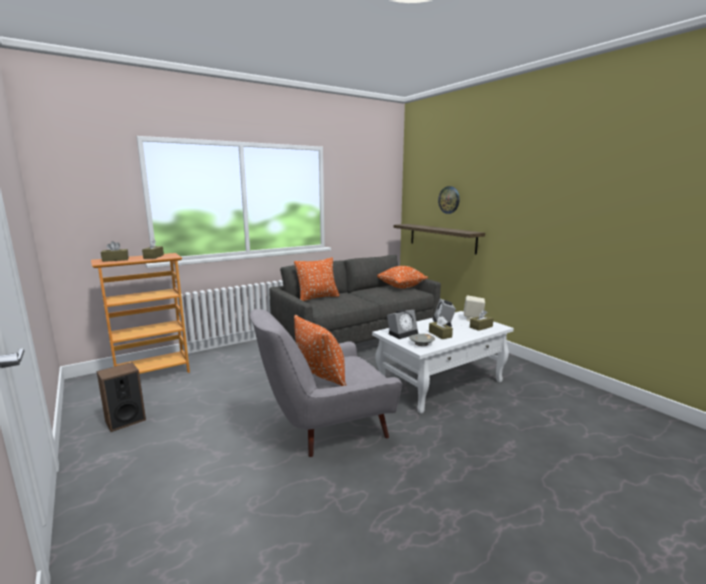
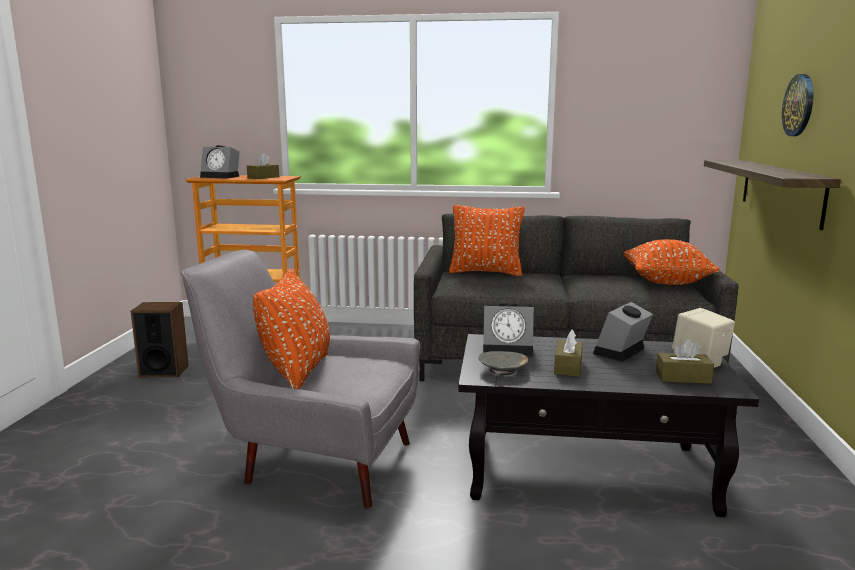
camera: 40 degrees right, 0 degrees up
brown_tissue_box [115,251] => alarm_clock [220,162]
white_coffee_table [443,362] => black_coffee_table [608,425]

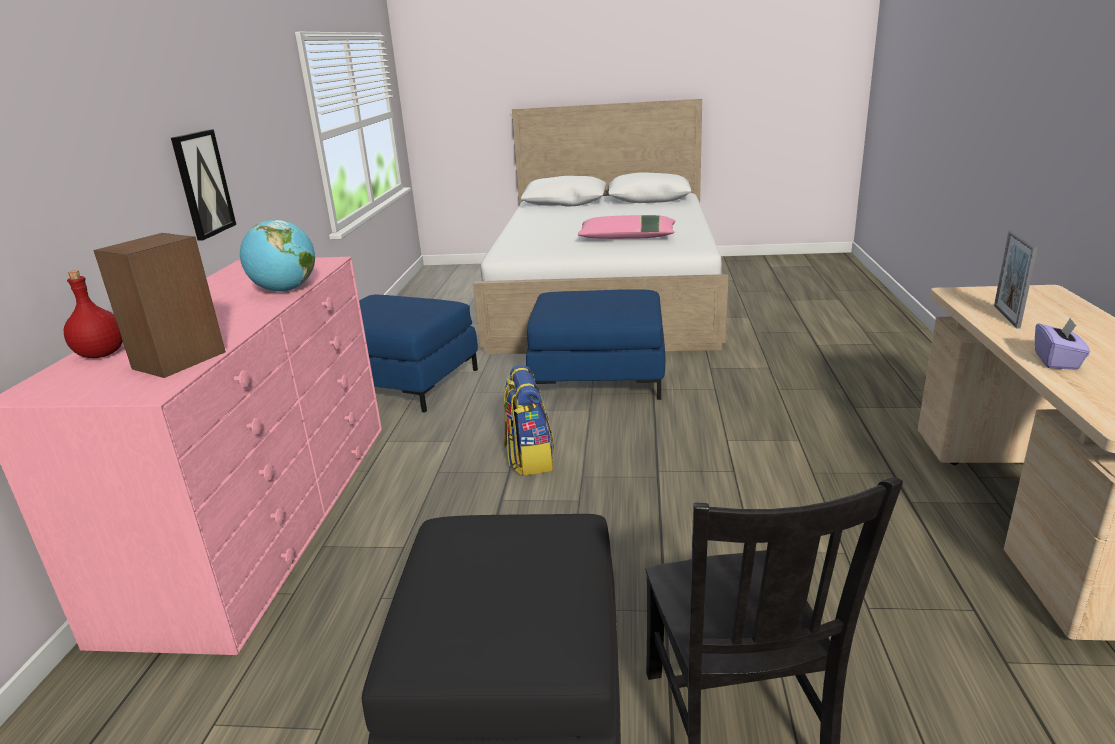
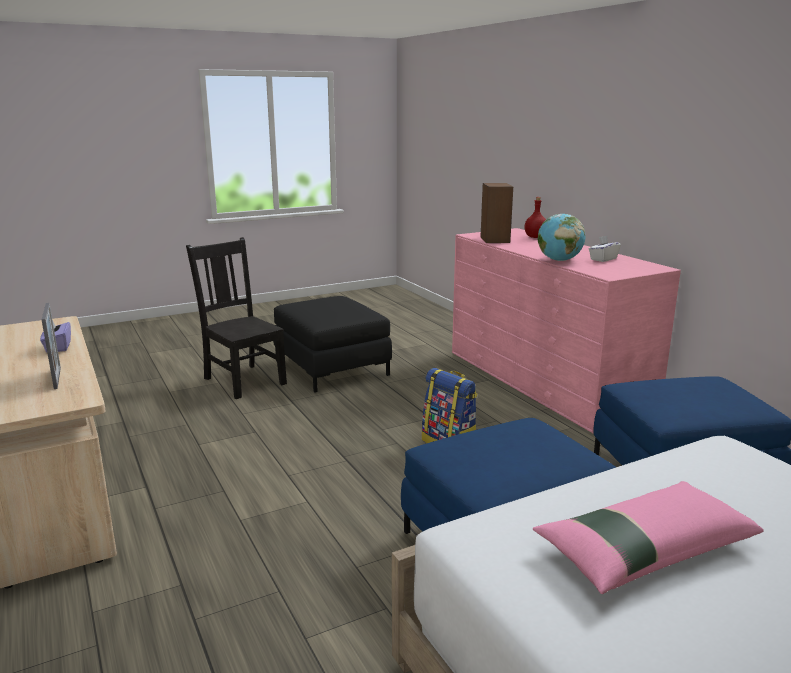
camera: 145 degrees right, 5 degrees down
picture [203,185] => nothing
nothing => white_tissue_box [605,249]

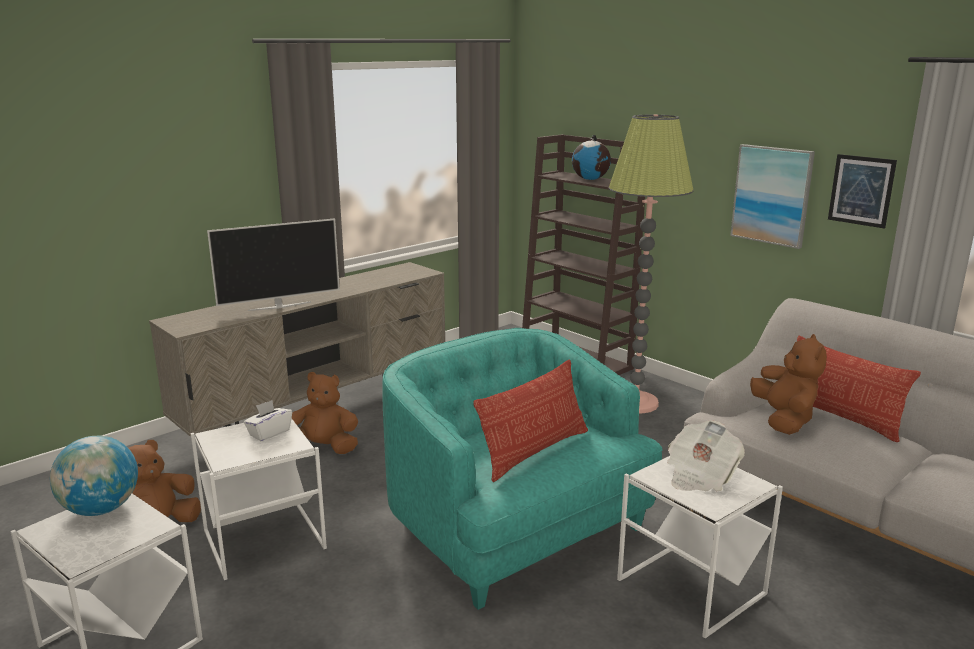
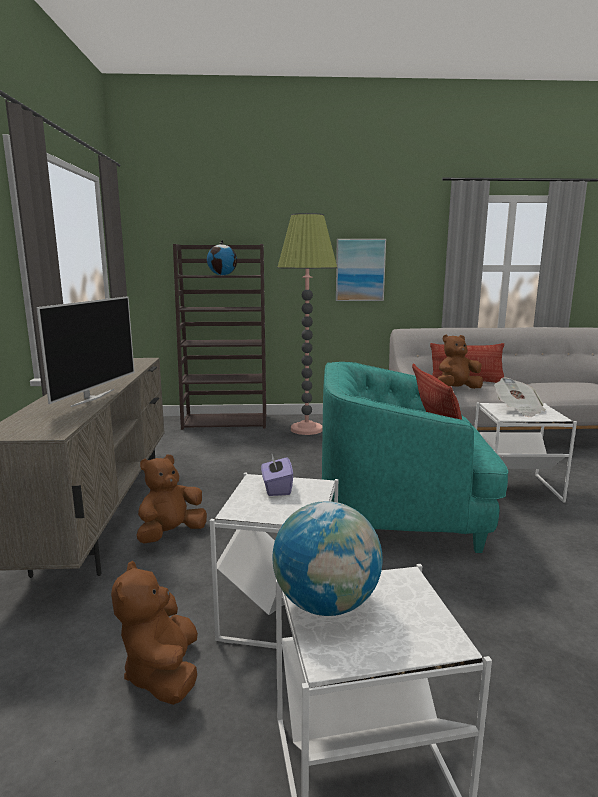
camera: 50 degrees left, 5 degrees down
picture [862,191] => nothing
white_tissue_box [268,420] => purple_tissue_box [277,475]
brown_plush_toy [788,384] => brown_plush_toy [460,362], 60 degrees counterclockwise

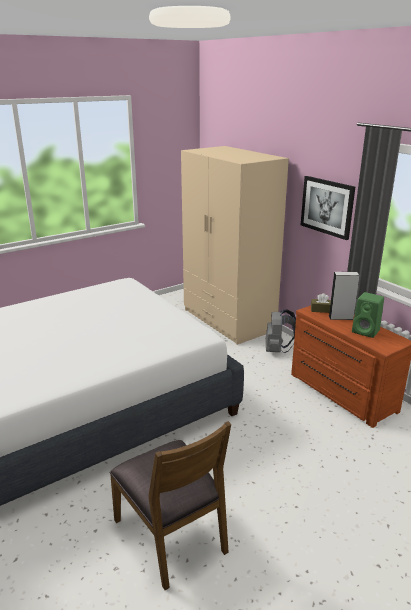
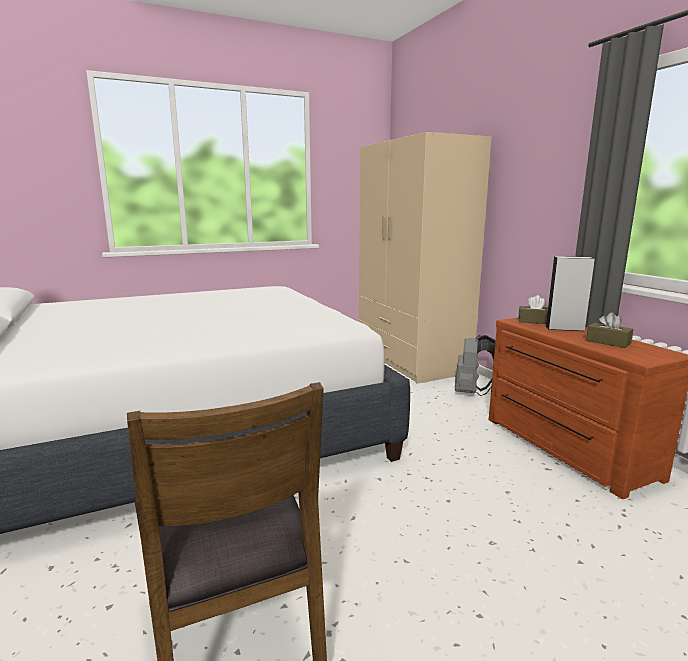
camera: 10 degrees right, 10 degrees down
picture [328,208] => nothing
green_speaker [368,315] => brown_tissue_box [610,330]

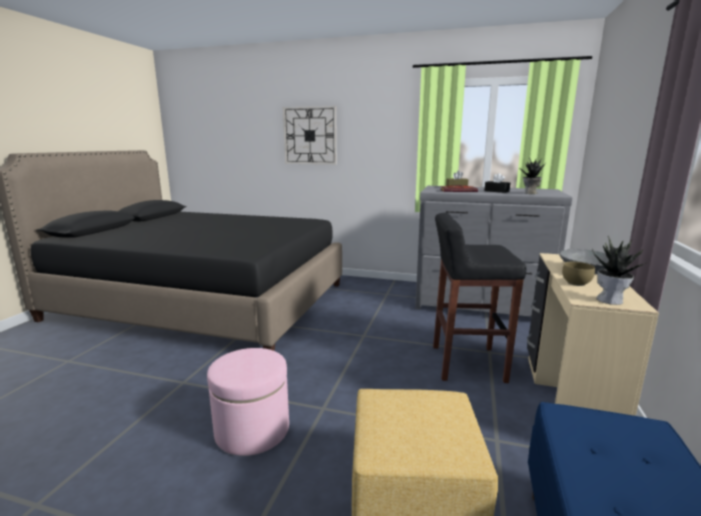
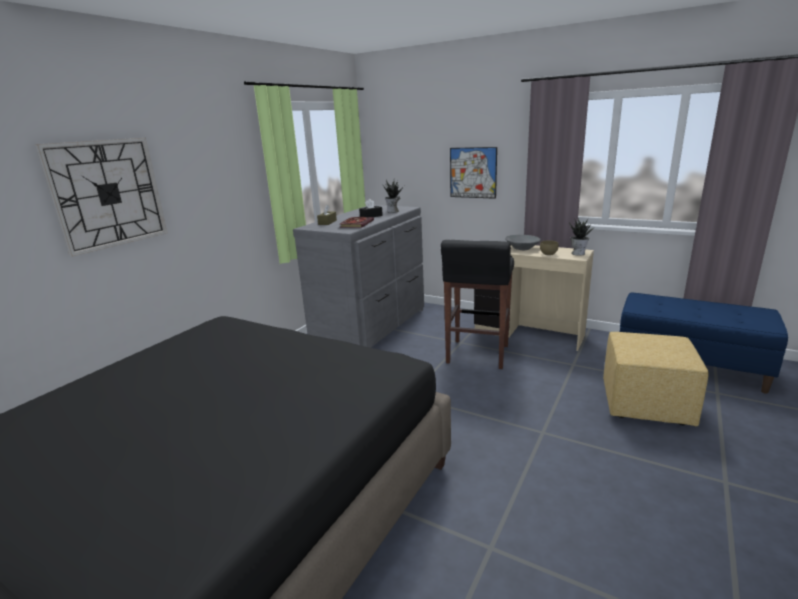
camera: 75 degrees left, 5 degrees up
pink_ottoman [248,402] => nothing
nothing => picture [473,173]

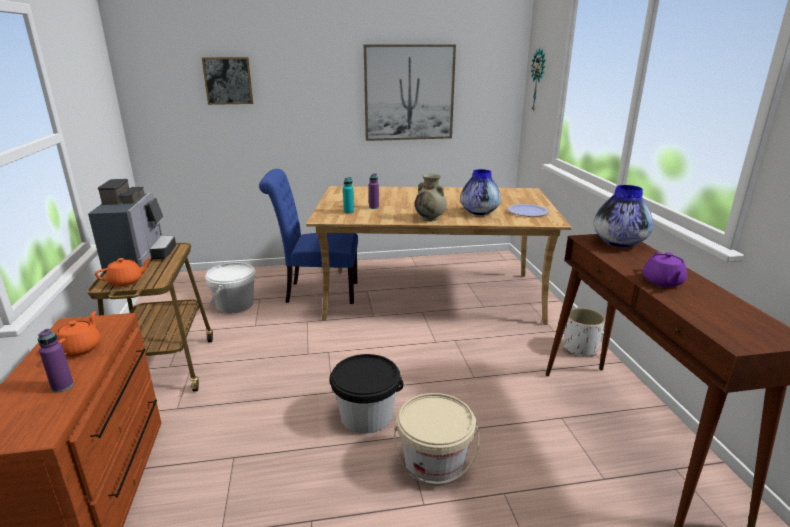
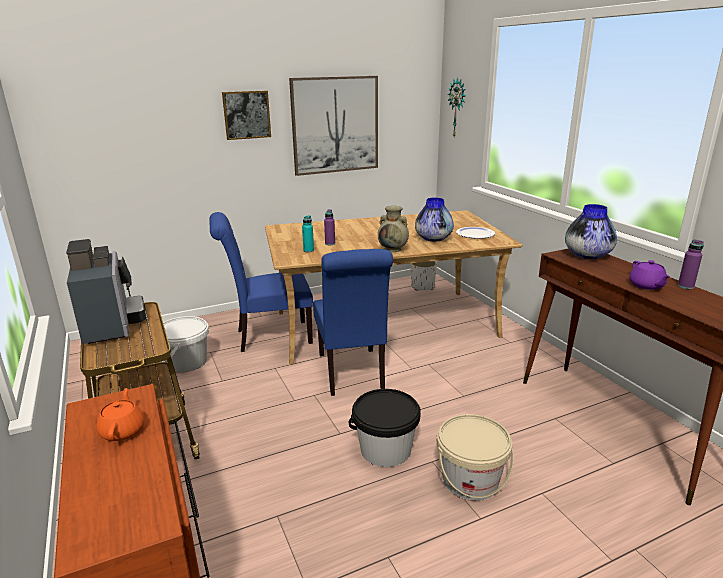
camera: 15 degrees left, 0 degrees up
orange_teapot [123,272] => nothing
nothing => blue_chair [353,322]
purple_bottle [56,360] => purple_bottle [691,264], shifted
picture [227,81] => picture [246,115], shifted
white_planter [584,332] => white_planter [424,276], shifted

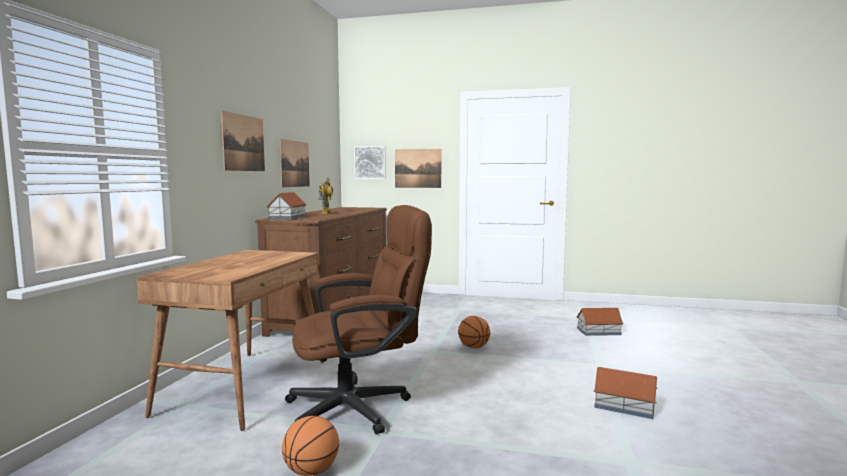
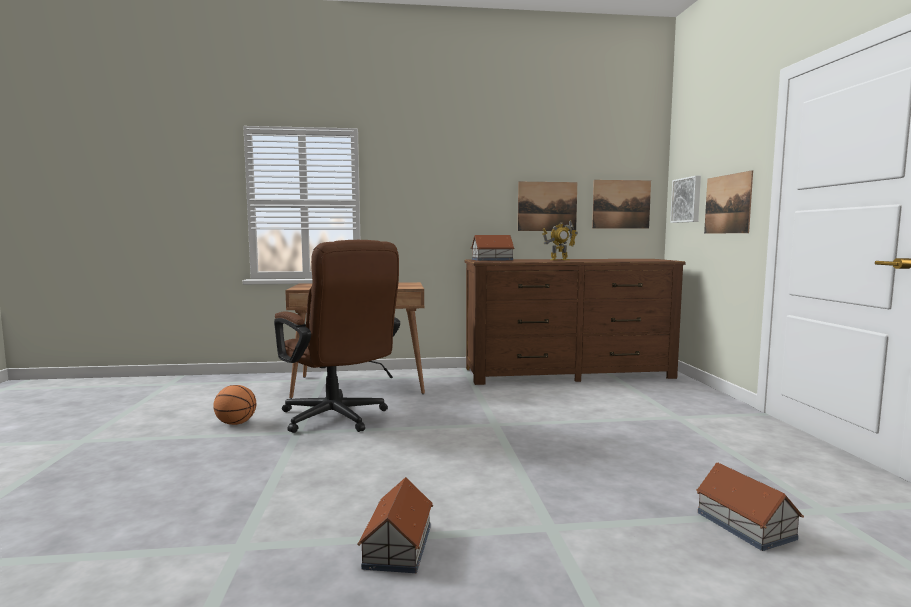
camera: 70 degrees right, 0 degrees up
basketball [474,332] => nothing
picture [243,141] => picture [621,204], shifted

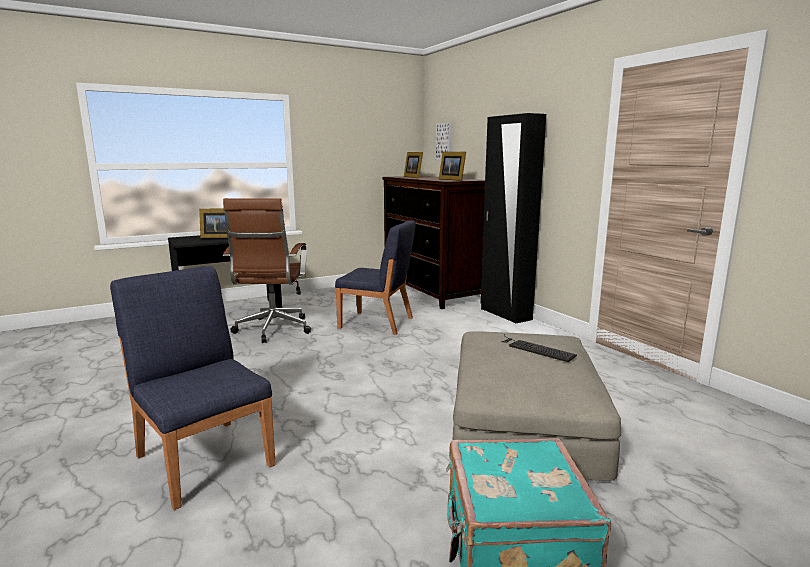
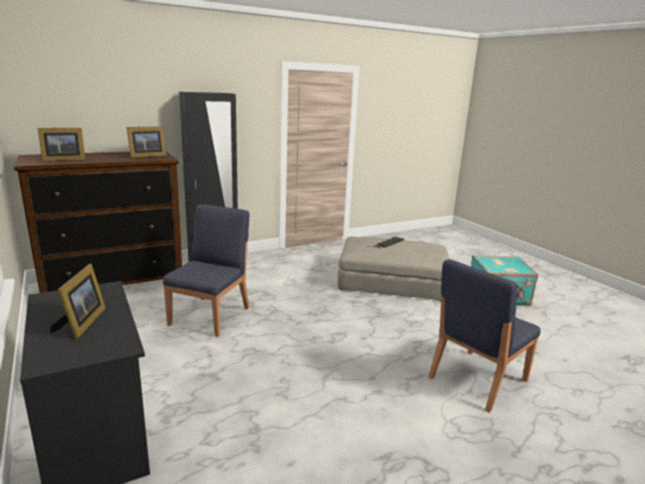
camera: 90 degrees left, 5 degrees up
brown_office_chair [267,270] => nothing
picture [444,141] => nothing

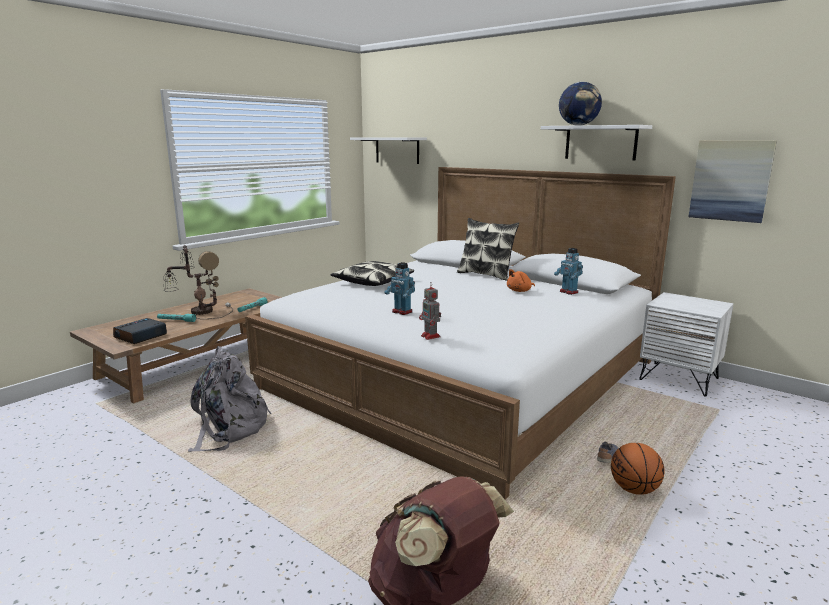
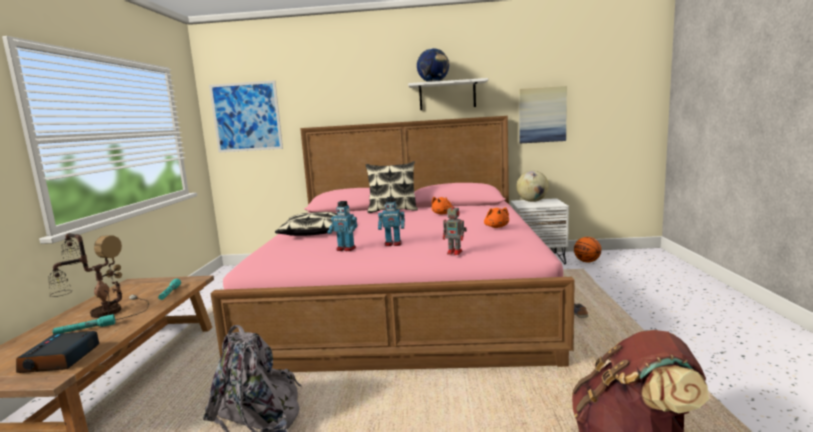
camera: 35 degrees left, 5 degrees down
nothing => orange_plush_toy [496,217]
nothing => globe [532,186]
toy_robot [568,271] => toy_robot [342,226], shifted
basketball [638,469] => basketball [587,250], shifted
white_shelf [388,150] => picture [246,116]
white_bed [460,333] => pink_bed [392,244]

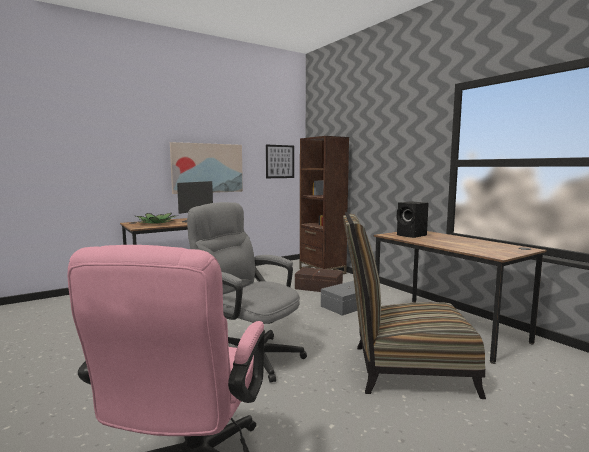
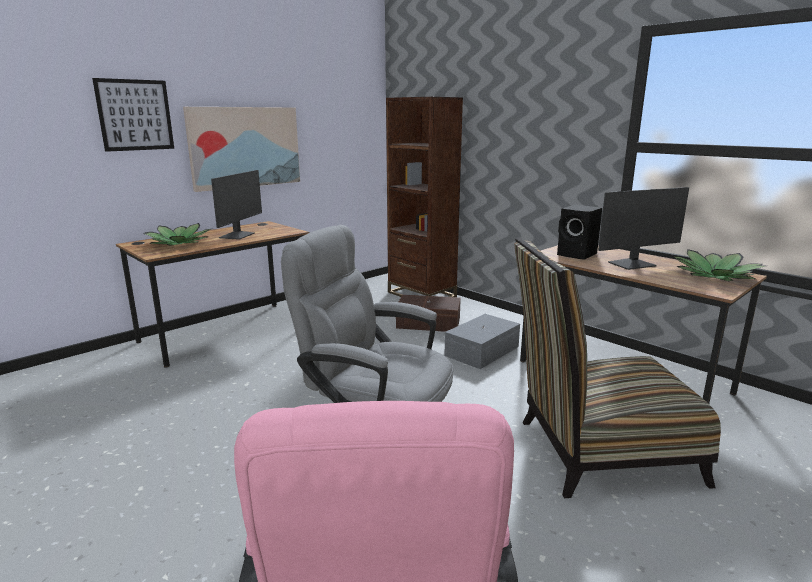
camera: 10 degrees left, 10 degrees up
nothing => monitor [643,228]
nothing => potted_plant [719,265]
picture [280,161] => picture [133,115], shifted

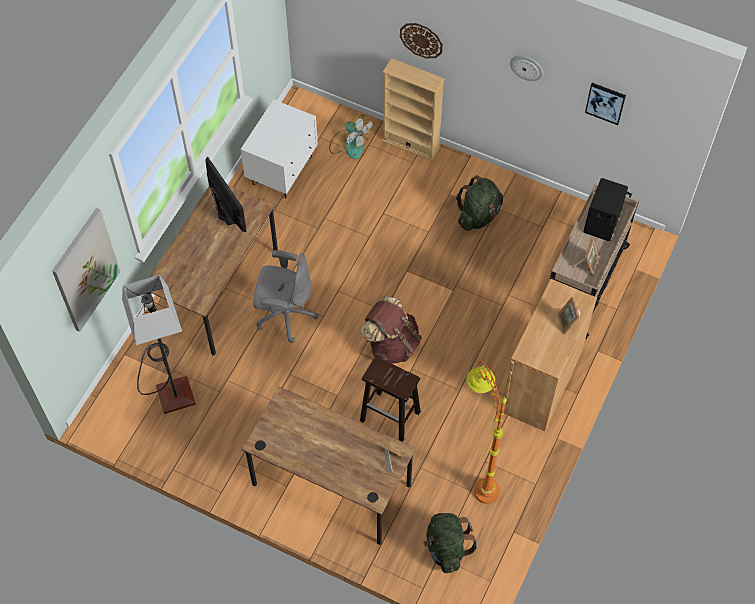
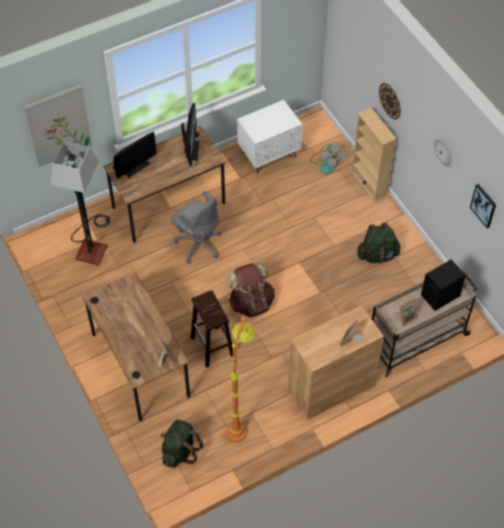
camera: 35 degrees right, 5 degrees down
nothing => monitor [135,155]

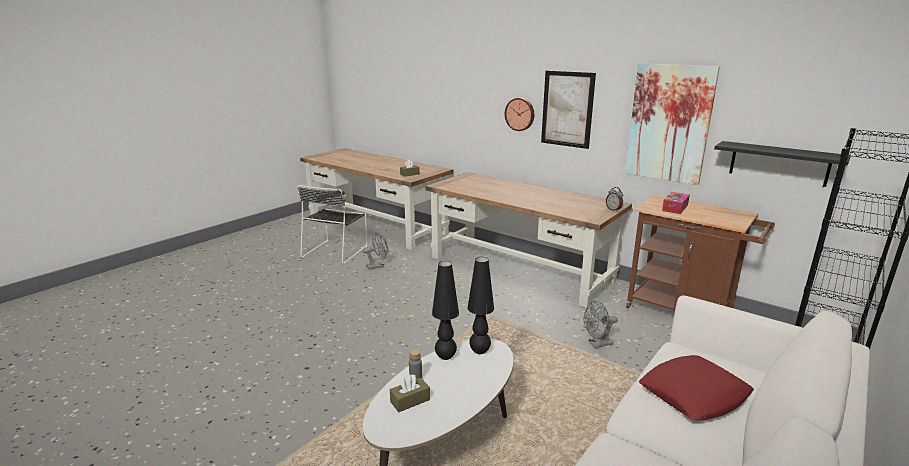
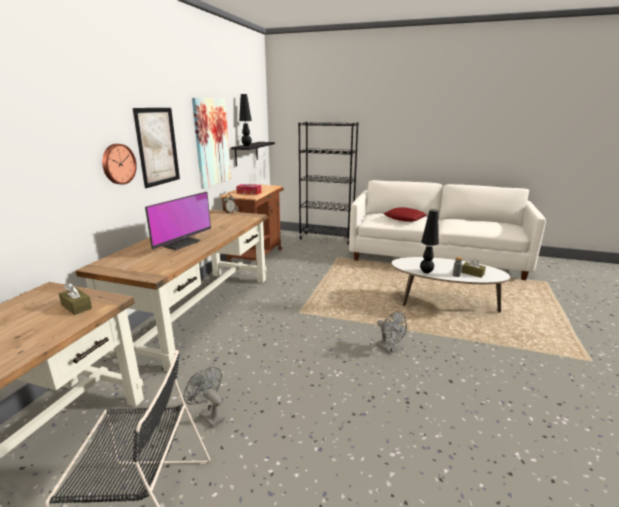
camera: 110 degrees left, 0 degrees up
nothing => monitor [178,221]
black_table_lamp [481,305] => black_table_lamp [245,120], shifted
grey_fan [601,324] => grey_fan [391,333], shifted

